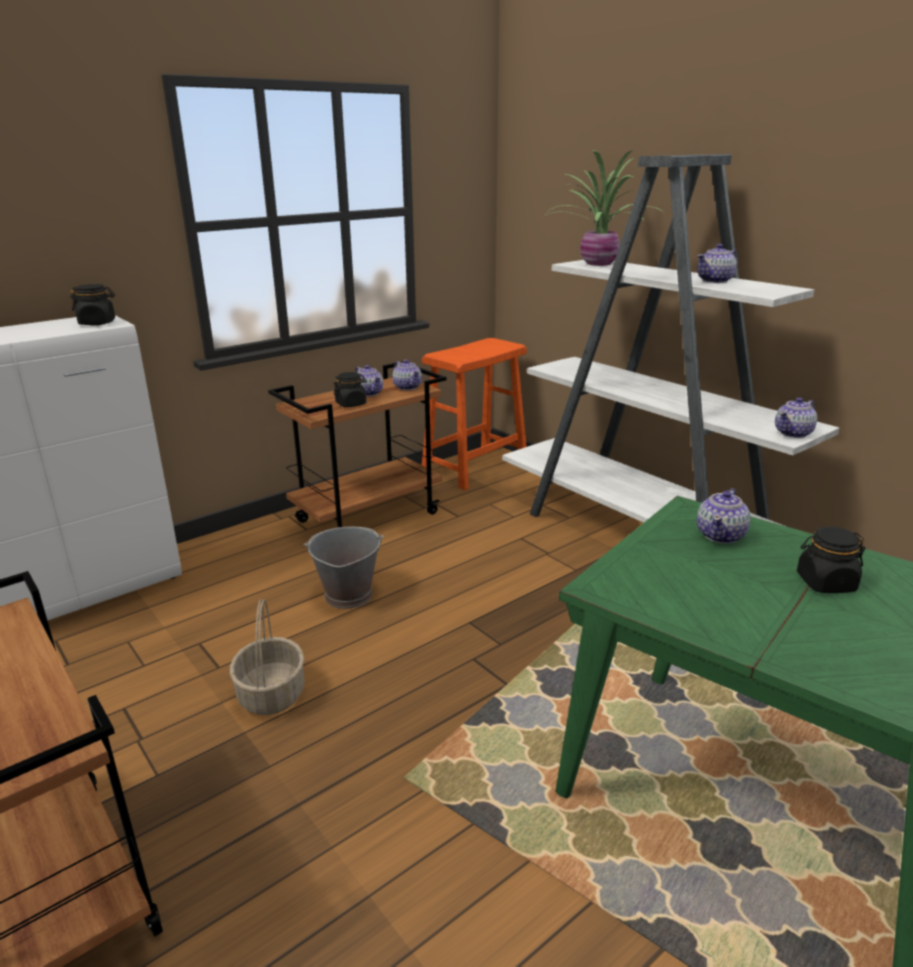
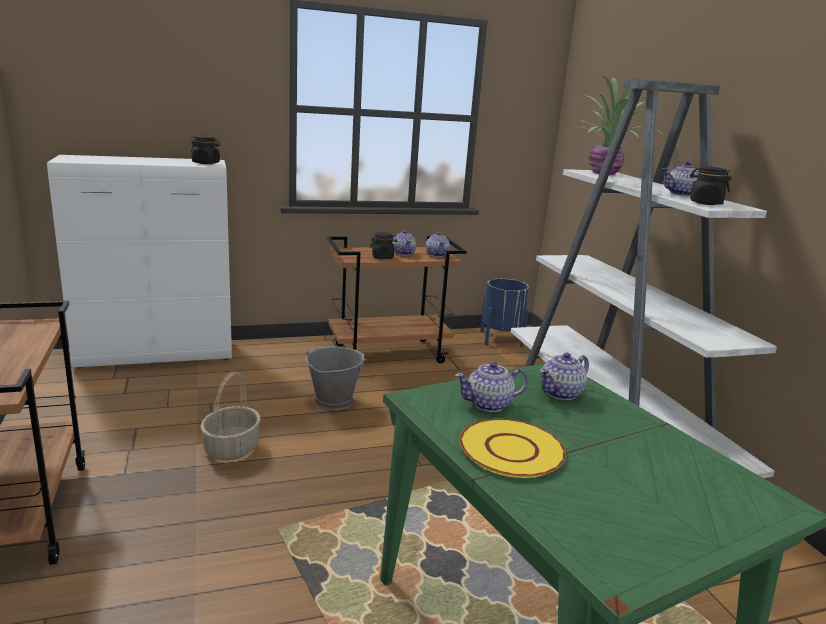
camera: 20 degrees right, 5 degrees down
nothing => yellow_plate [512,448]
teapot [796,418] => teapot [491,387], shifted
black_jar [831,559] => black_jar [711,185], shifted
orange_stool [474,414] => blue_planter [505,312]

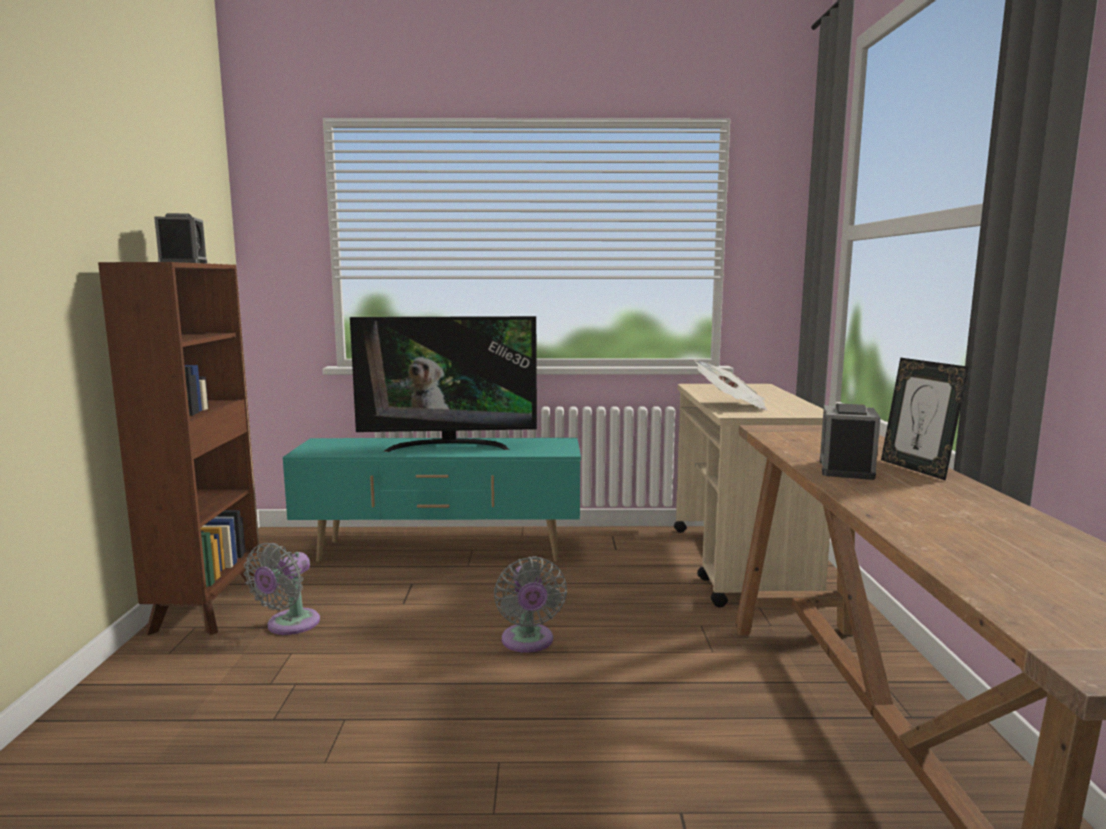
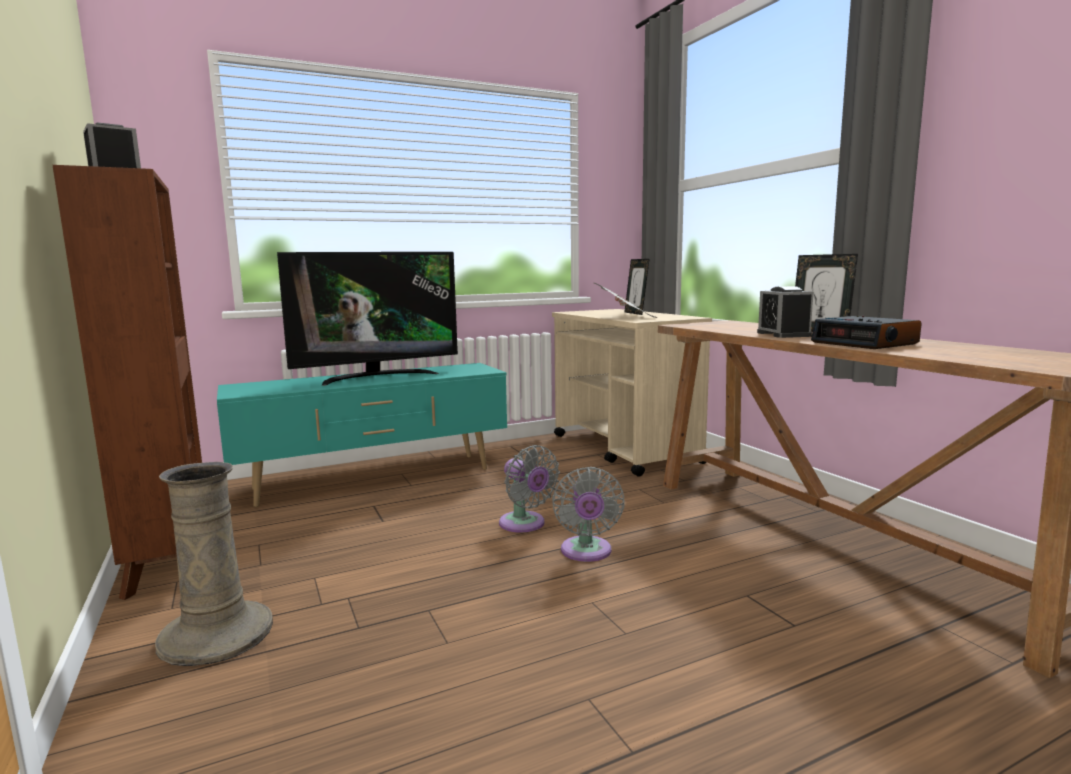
camera: 25 degrees left, 0 degrees up
nothing => beige_vase [214,564]
nothing => picture_frame [636,287]
nothing => alarm_clock [866,332]
grey_fan [282,589] => grey_fan [588,514], shifted

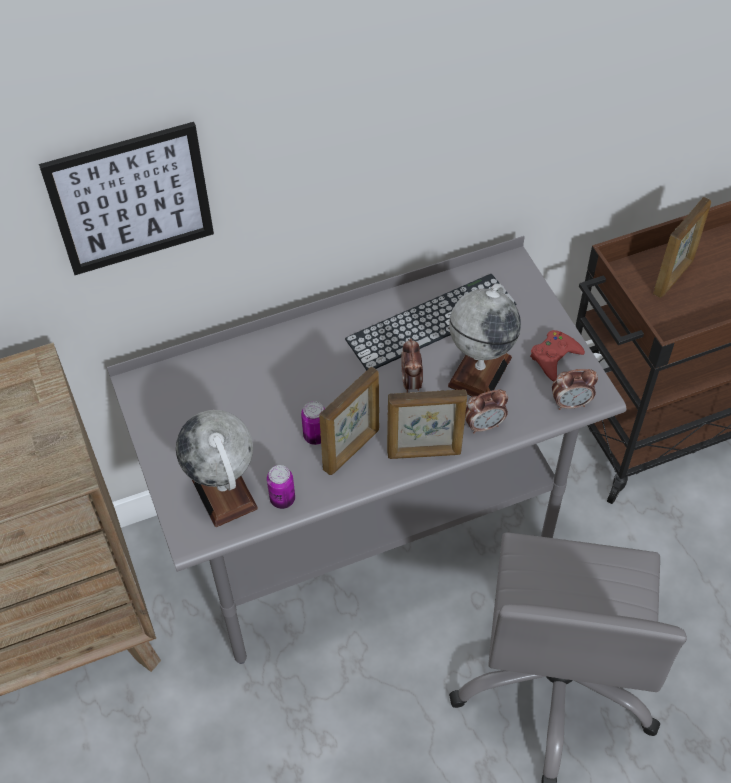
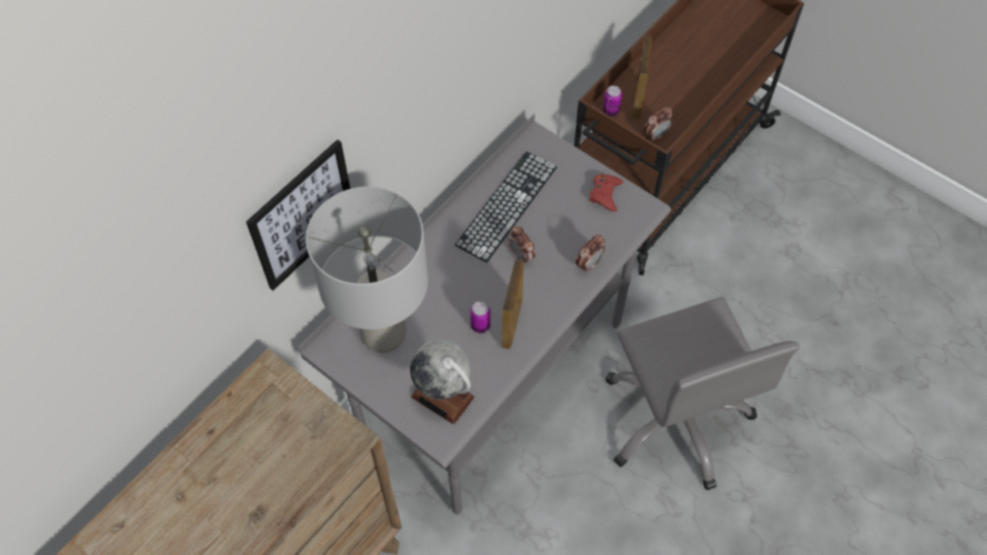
camera: 30 degrees left, 5 degrees up
picture_frame [427,424] => nothing
globe [484,339] => nothing
nothing => grey_table_lamp [367,269]
can [281,487] => can [612,101], shifted
alarm_clock [575,389] => alarm_clock [658,124], shifted

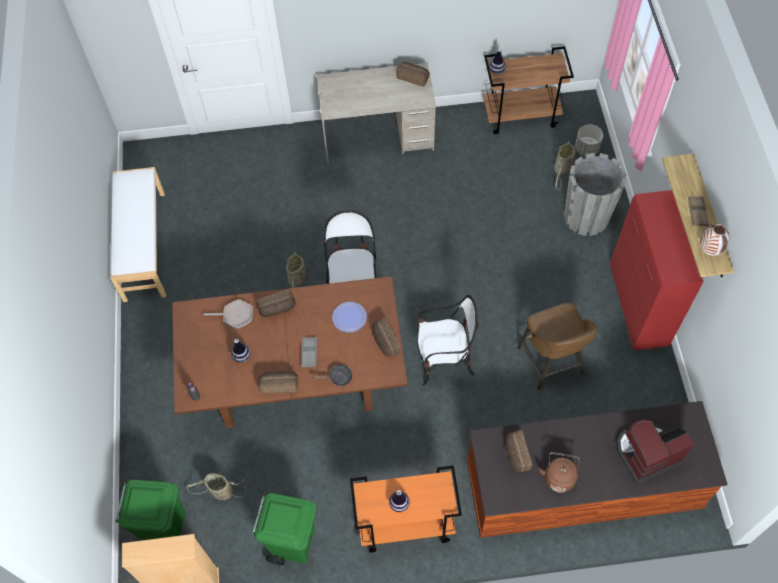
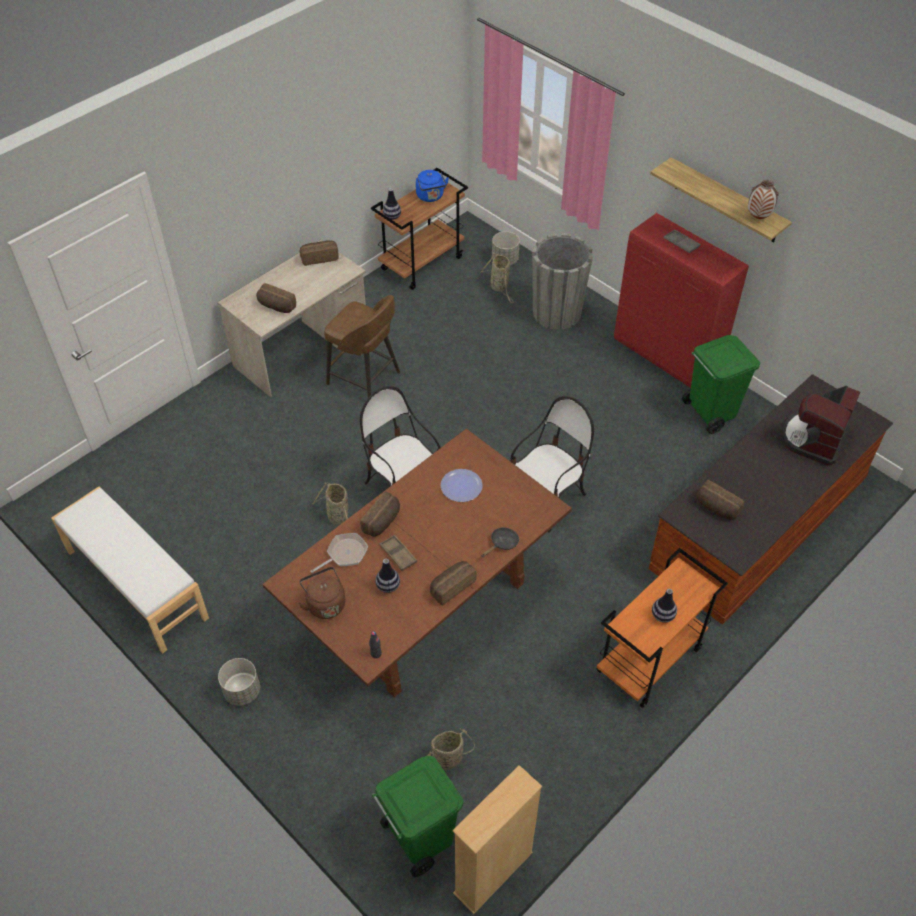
camera: 40 degrees left, 10 degrees down
nothing => grey_planter [239,682]
nothing => blue_kettle [432,186]
green_trash_can [284,529] => green_trash_can [721,384], shifted
grey_tray [309,352] => grey_tray [682,241], shifted
bread [386,337] => bread [276,298], shifted
brown_stool [557,346] => brown_stool [362,346], shifted
brown_kettle [559,472] => brown_kettle [321,593], shifted
brown_tray [698,211] => brown_tray [398,553], shifted

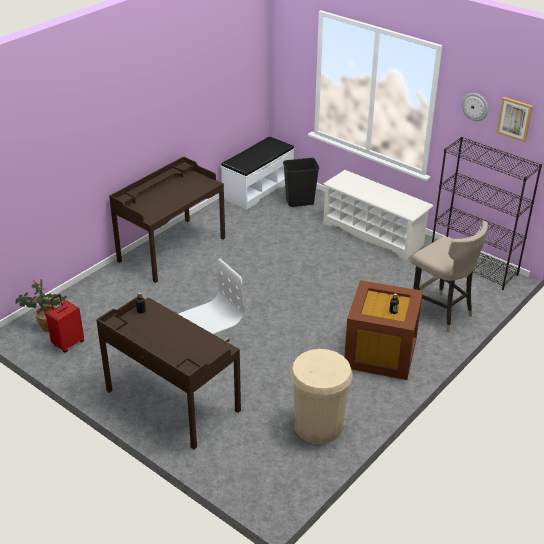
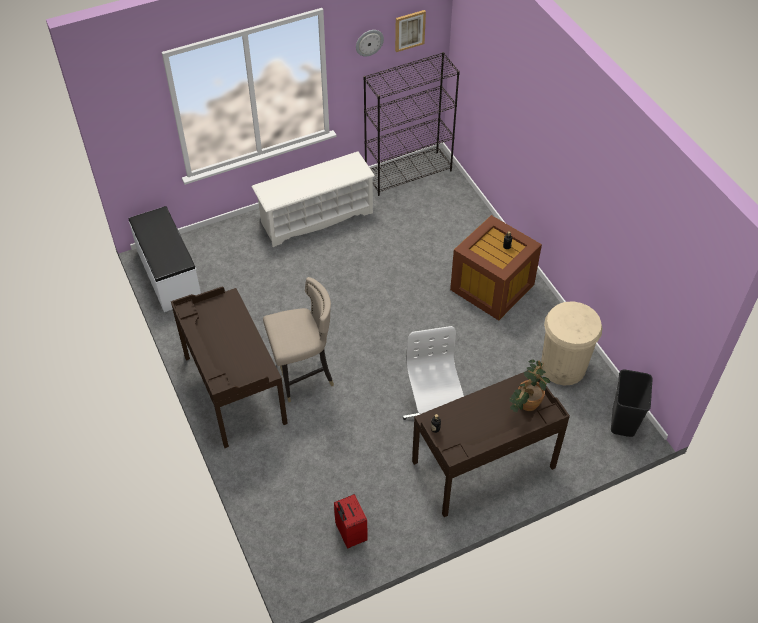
camera: 65 degrees left, 15 degrees up
potted_plant [41,305] => potted_plant [529,386], shifted
black_trash_can [301,182] => black_trash_can [631,403], shifted
beige_stool [449,276] => beige_stool [298,339], shifted

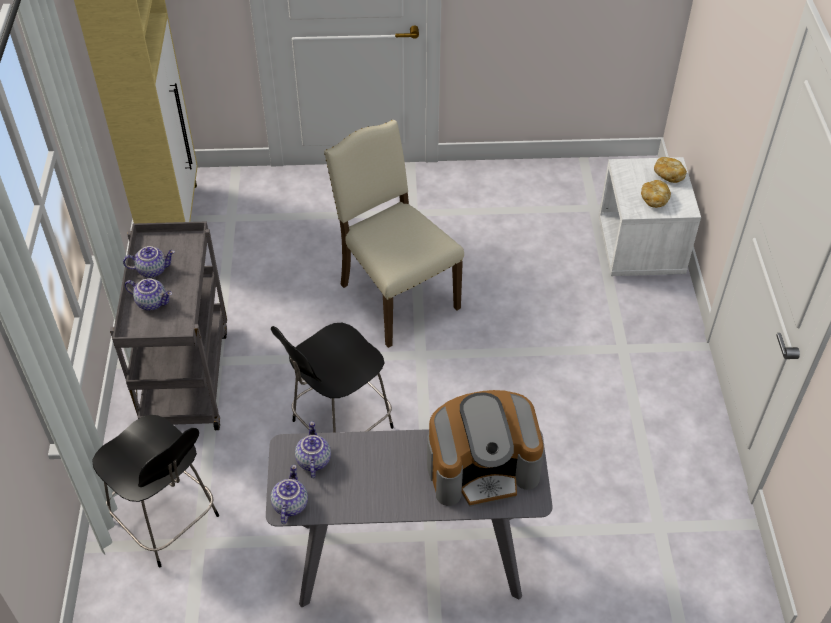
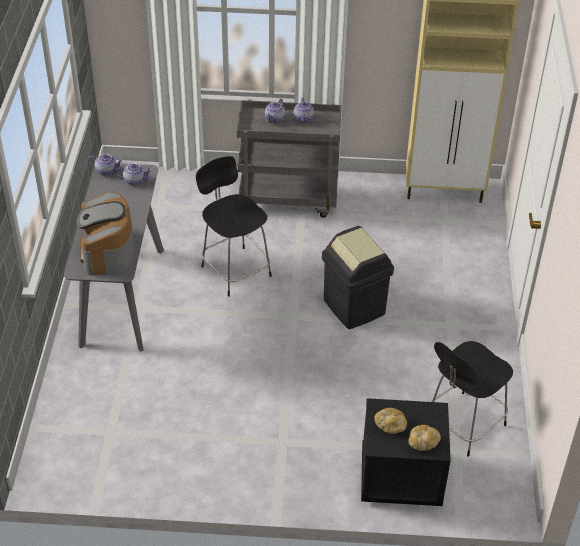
camera: 95 degrees right, 5 degrees down
black_chair [155,491] => black_chair [472,399], shifted
beige_chair [394,234] => black_trash_can [358,277]
white_nightstand [649,216] => black_nightstand [406,452]

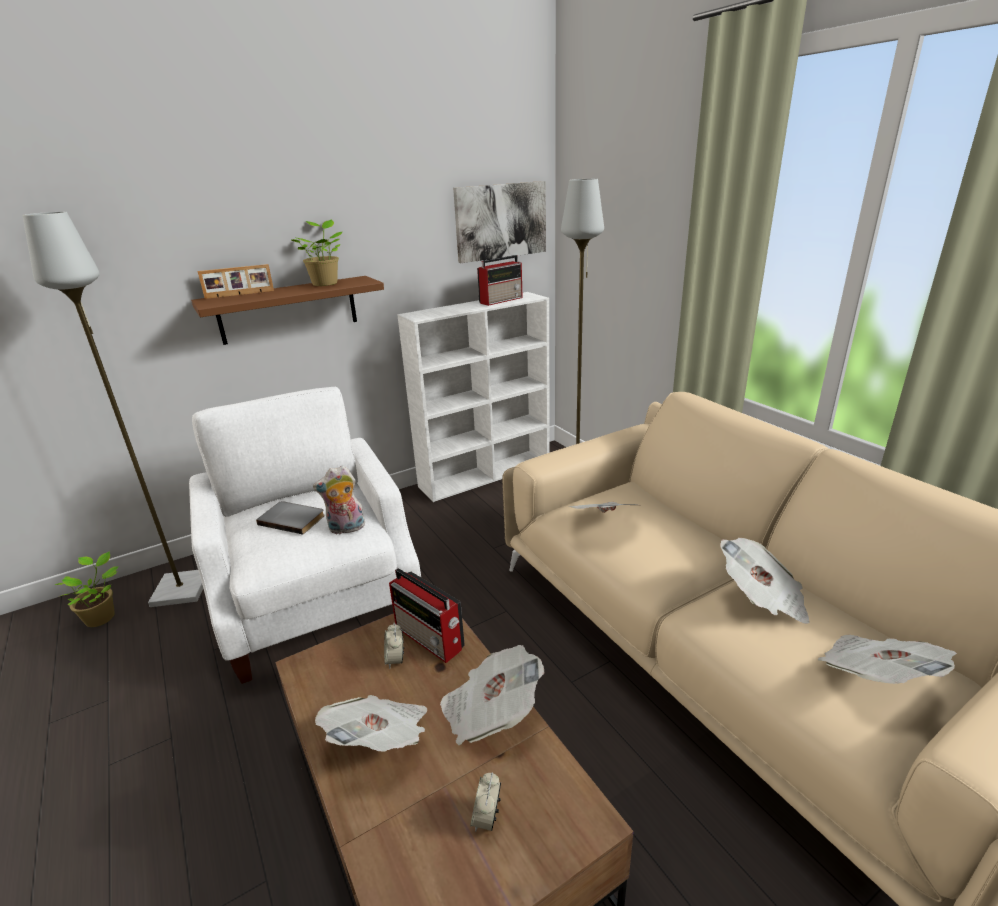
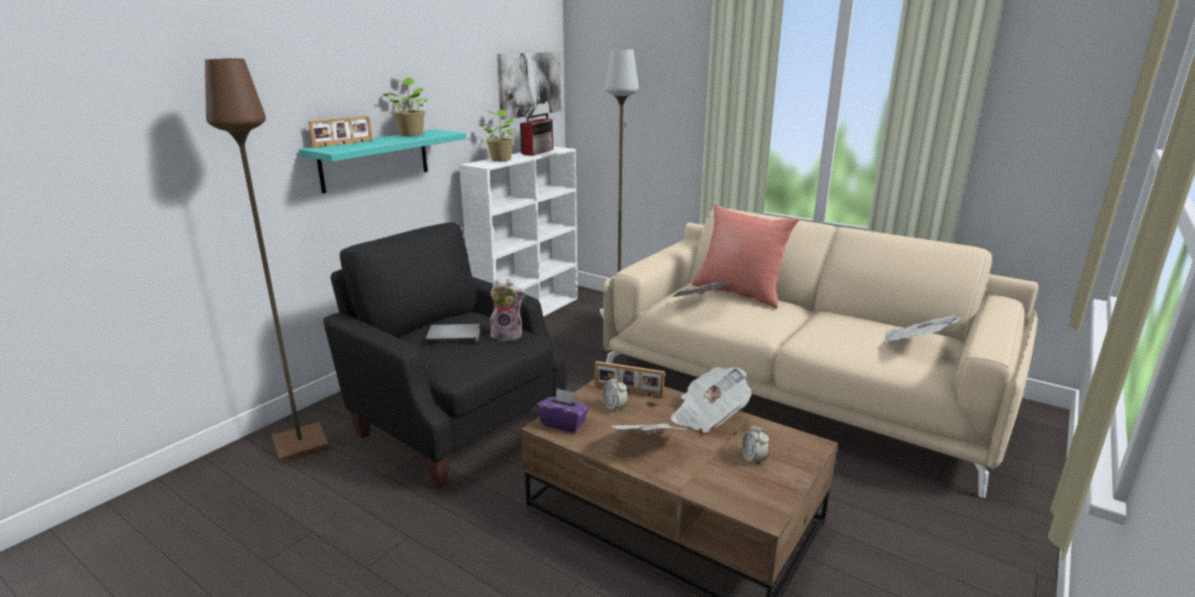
camera: 25 degrees left, 5 degrees down
newspaper [765,581] => nothing
nothing => purple_tissue_box [562,410]
nothing => red_pillow [746,256]
potted_plant [87,589] => potted_plant [498,135], shifted
radio [427,615] => picture_frame [630,379]
grey_floor_lamp [112,409] => brown_floor_lamp [267,260]
white_armchair [305,535] => black_armchair [444,355]
brown_shelf [287,310] => turquoise_shelf [382,161]
plush_toy [339,499] => plush_toy [508,309], 135 degrees counterclockwise

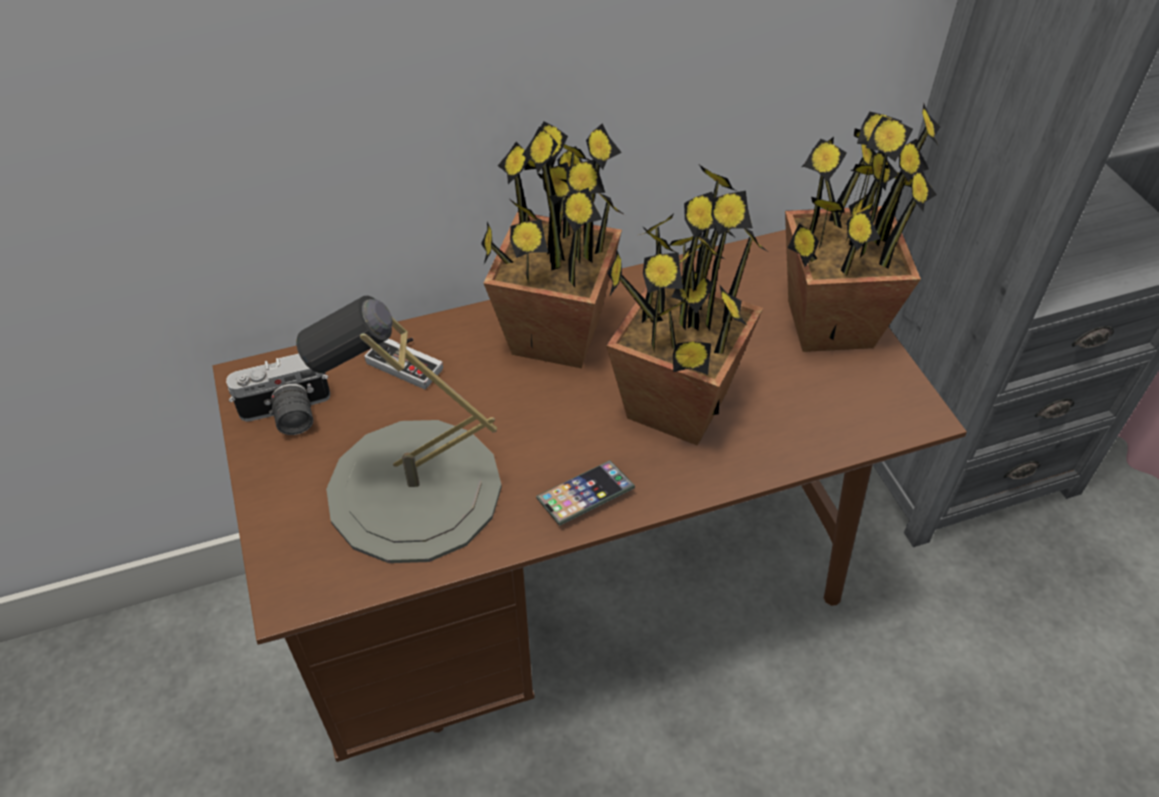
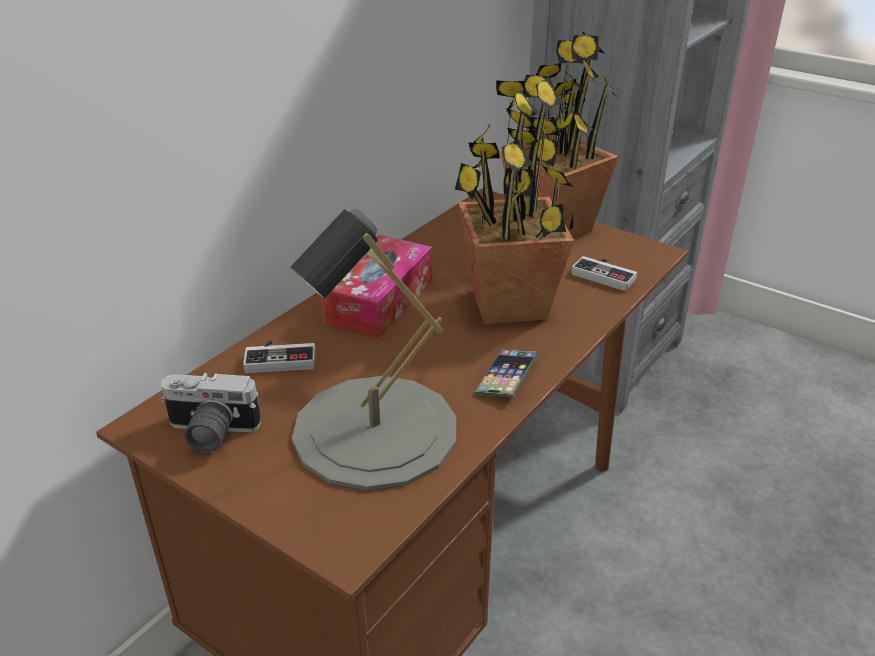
camera: 35 degrees left, 15 degrees down
nothing => game_controller [604,273]
potted_plant [553,244] => tissue_box [376,286]
photo_camera [278,394] => photo_camera [210,412], 60 degrees clockwise

